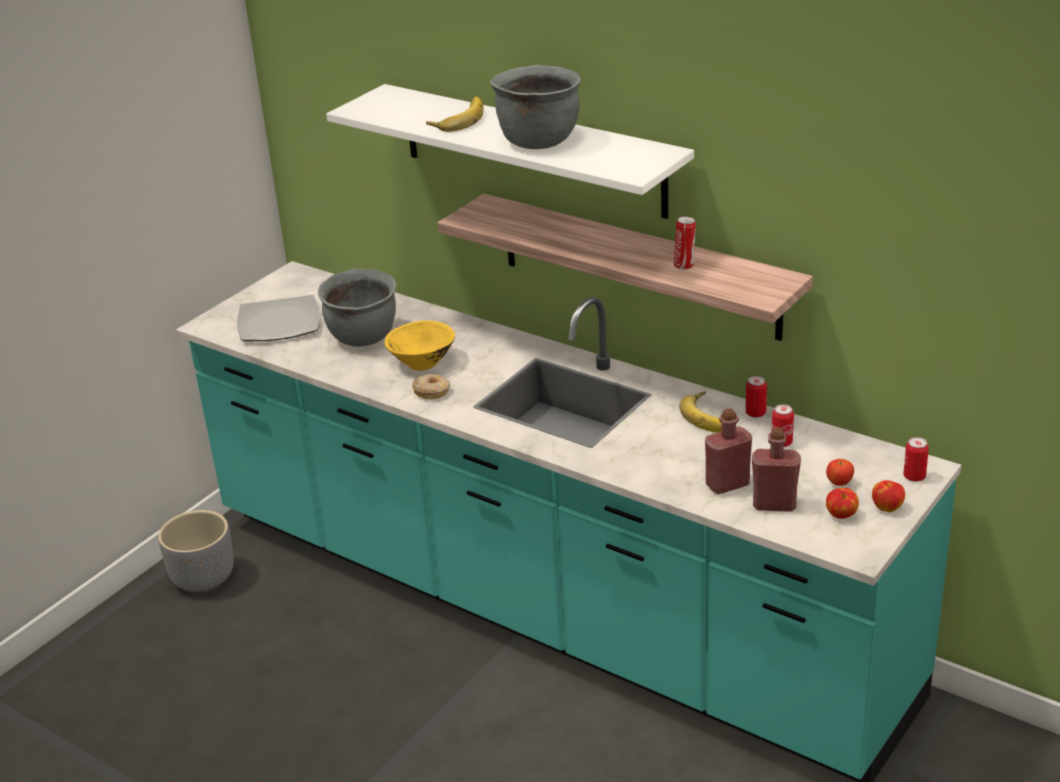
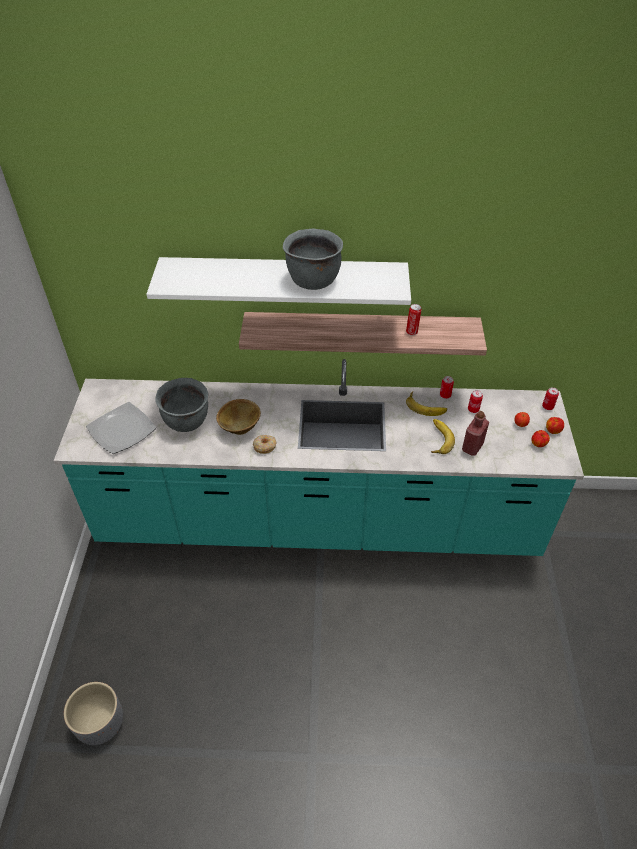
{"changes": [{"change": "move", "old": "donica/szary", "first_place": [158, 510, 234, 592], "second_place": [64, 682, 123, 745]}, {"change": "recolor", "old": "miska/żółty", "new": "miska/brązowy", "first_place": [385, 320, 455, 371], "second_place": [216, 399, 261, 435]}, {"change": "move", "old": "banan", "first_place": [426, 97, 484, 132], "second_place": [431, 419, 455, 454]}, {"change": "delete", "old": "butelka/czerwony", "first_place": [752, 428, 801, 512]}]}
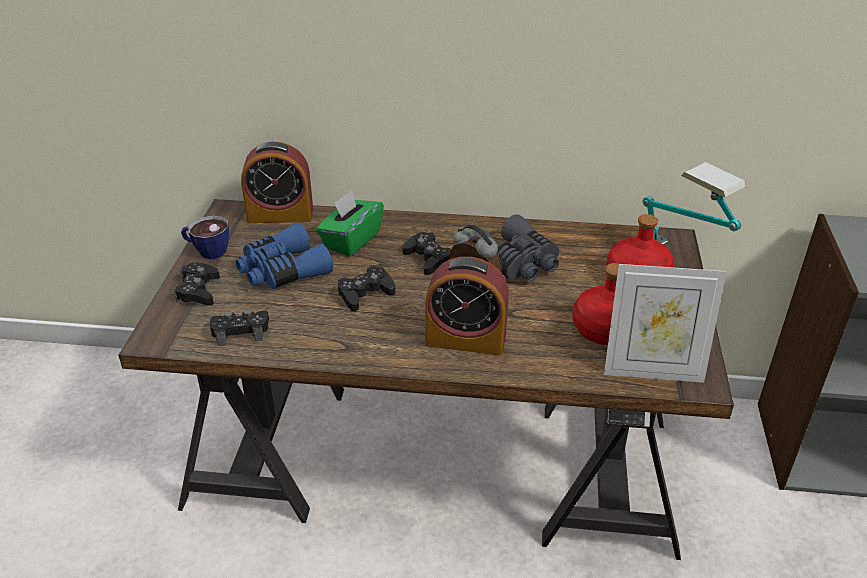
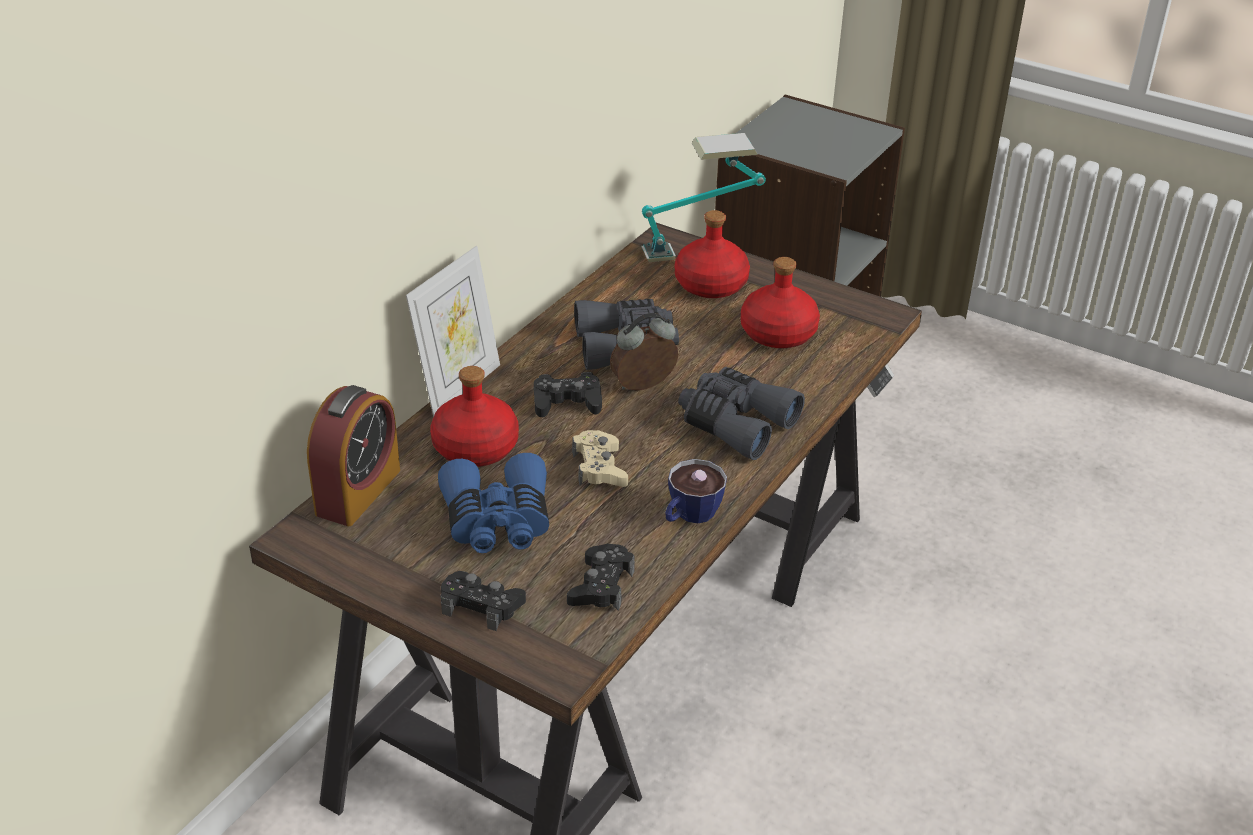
{"changes": [{"change": "move", "old": "ramka na zdjęcie", "first_place": [604, 264, 726, 383], "second_place": [406, 246, 500, 418]}, {"change": "replace", "old": "pudełko chusteczek/zielony", "new": "butelka/czerwony", "first_place": [316, 191, 384, 256], "second_place": [430, 366, 519, 467]}, {"change": "recolor", "old": "pad do gier/czarny", "new": "pad do gier/beżowy", "first_place": [338, 266, 395, 311], "second_place": [572, 430, 628, 487]}, {"change": "move", "old": "filiżanka", "first_place": [181, 216, 229, 259], "second_place": [665, 459, 727, 523]}, {"change": "replace", "old": "budzik", "new": "lornetka/szary", "first_place": [425, 257, 509, 355], "second_place": [678, 367, 805, 460]}]}
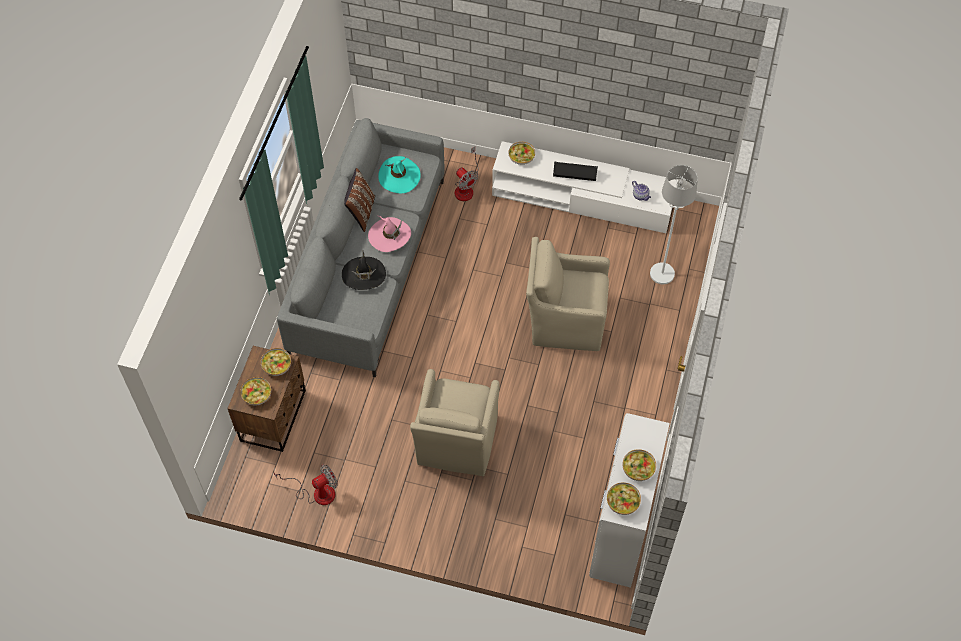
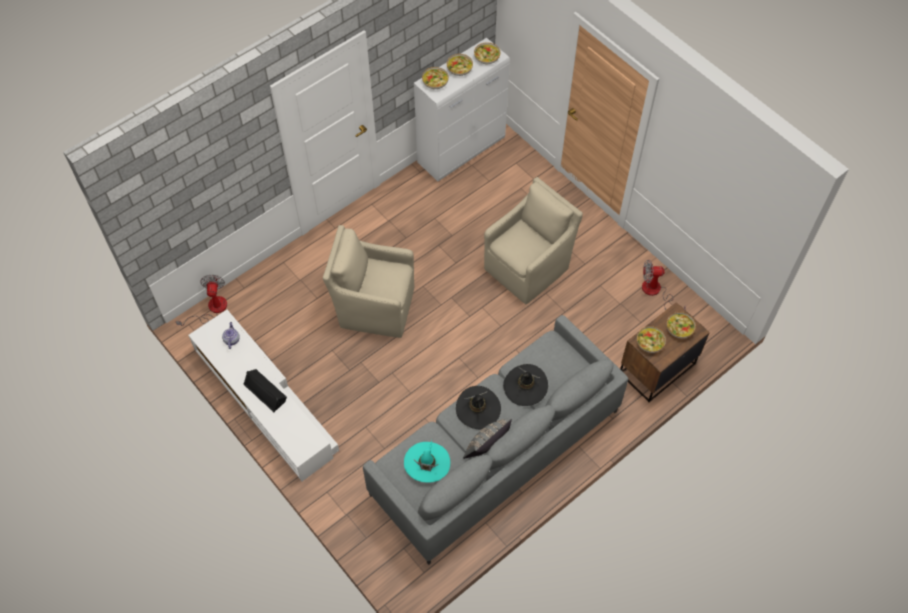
{"changes": [{"change": "move", "old": "wentylator", "first_place": [455, 147, 478, 201], "second_place": [175, 275, 227, 326]}, {"change": "rotate", "old": "fotel/beżowy", "first_place": [526, 237, 610, 351], "second_place": [323, 225, 414, 338], "degrees": 150}, {"change": "move", "old": "miska", "first_place": [508, 142, 535, 165], "second_place": [422, 67, 449, 89]}, {"change": "recolor", "old": "kapelusz/różowy", "new": "kapelusz/czarny", "first_place": [368, 216, 411, 252], "second_place": [456, 386, 501, 429]}, {"change": "recolor", "old": "poduszka/brązowy", "new": "poduszka/szary", "first_place": [344, 168, 375, 232], "second_place": [463, 419, 512, 459]}, {"change": "delete", "old": "lampa stojąca/biały", "first_place": [650, 165, 698, 284]}]}
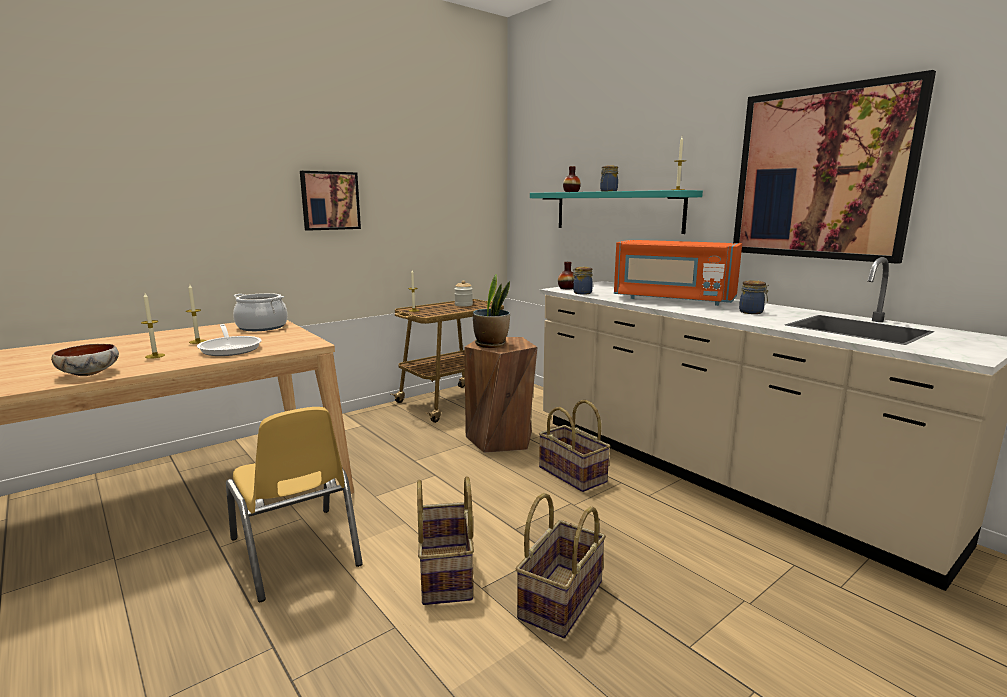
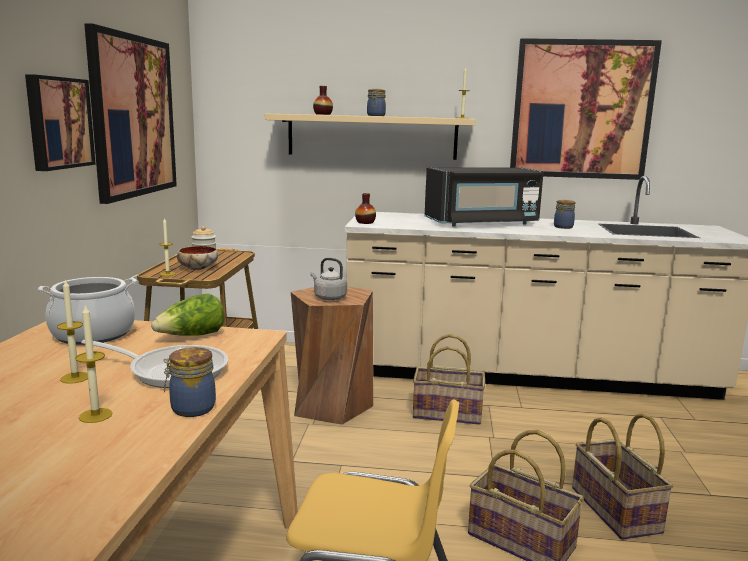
{"changes": [{"change": "insert", "new": "obraz", "second_place": [84, 23, 177, 204]}, {"change": "insert", "new": "sałata", "second_place": [151, 293, 224, 336]}, {"change": "move", "old": "słoik", "first_place": [572, 267, 593, 295], "second_place": [163, 347, 216, 417]}, {"change": "move", "old": "miska", "first_place": [51, 344, 119, 376], "second_place": [177, 246, 218, 270]}, {"change": "recolor", "old": "półka/turkusowy", "new": "półka/beżowy", "first_place": [530, 190, 703, 234], "second_place": [265, 114, 476, 160]}, {"change": "replace", "old": "roślina doniczkowa", "new": "czajnik/szary", "first_place": [473, 274, 510, 348], "second_place": [310, 258, 347, 300]}, {"change": "recolor", "old": "mikrofalówka/pomarańczowy", "new": "mikrofalówka/czarny", "first_place": [614, 240, 742, 306], "second_place": [425, 167, 544, 227]}]}
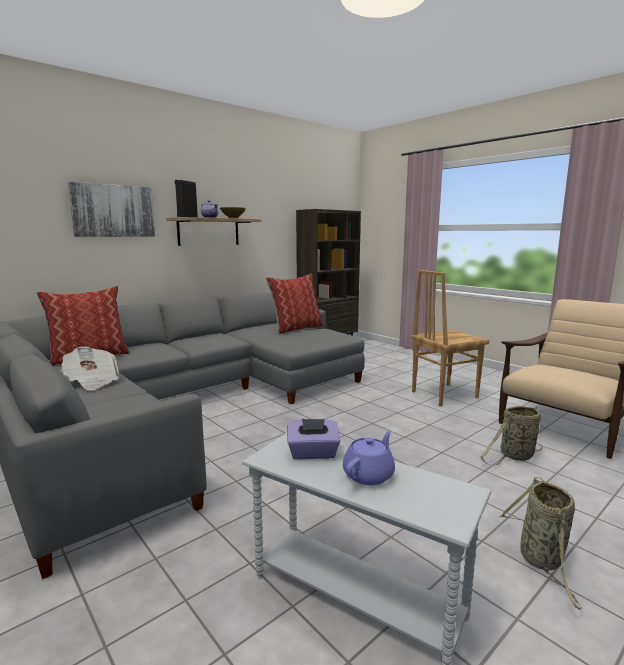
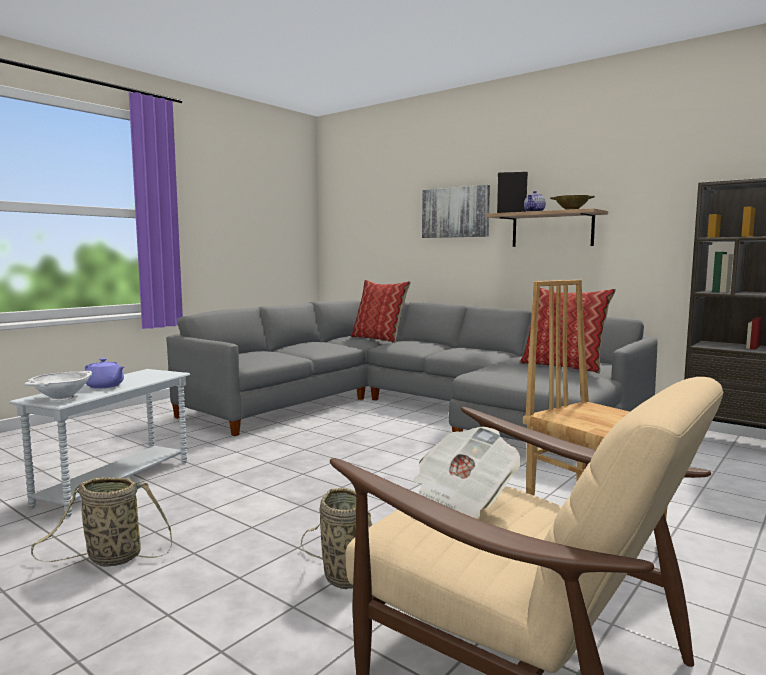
{"changes": [{"change": "insert", "new": "miska/biały", "second_place": [24, 371, 92, 401]}, {"change": "move", "old": "gazeta", "first_place": [61, 347, 119, 390], "second_place": [413, 427, 521, 519]}, {"change": "delete", "old": "pudełko chusteczek/fioletowy", "first_place": [287, 419, 340, 460]}]}
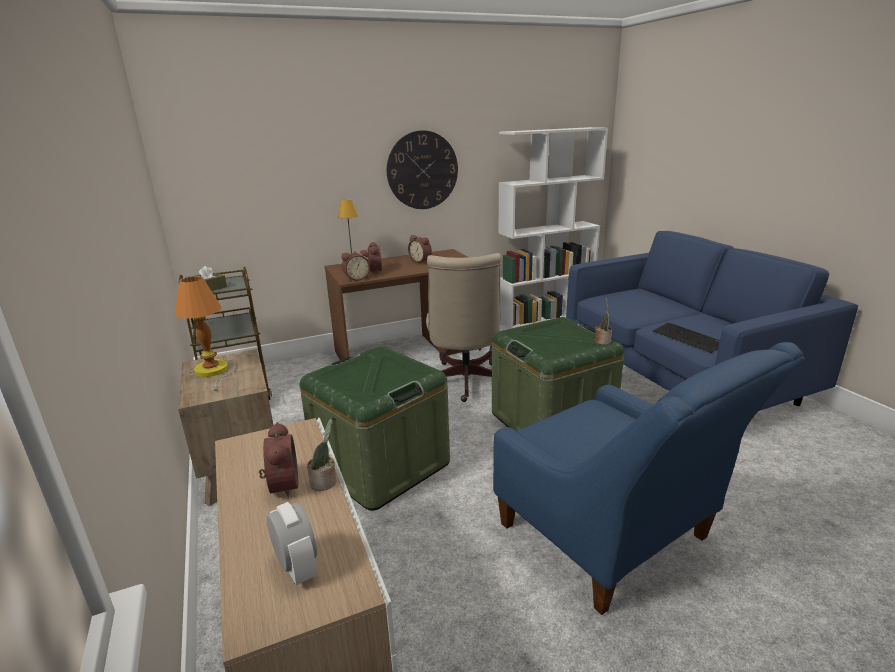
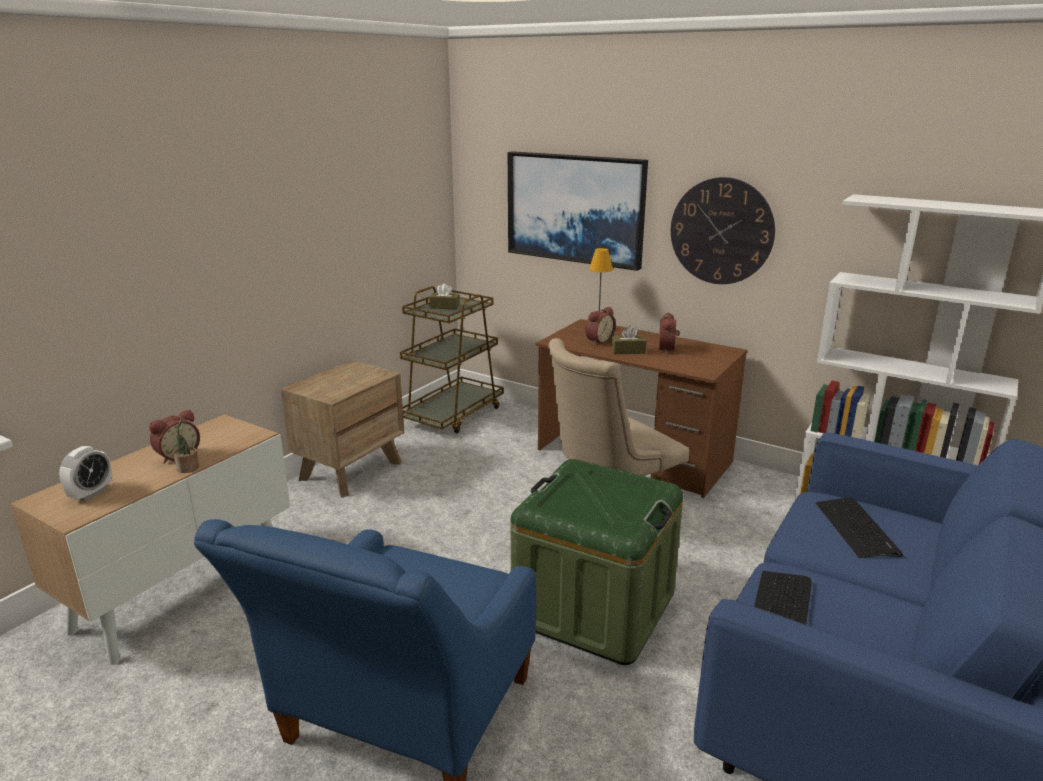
{"changes": [{"change": "insert", "new": "obraz", "second_place": [508, 151, 648, 271]}, {"change": "insert", "new": "pudełko chusteczek/brązowy", "second_place": [611, 326, 647, 354]}, {"change": "insert", "new": "klawiatura", "second_place": [816, 497, 903, 558]}, {"change": "delete", "old": "lampa stołowa", "first_place": [175, 276, 236, 391]}, {"change": "delete", "old": "pojemnik do przechowywania/zielony", "first_place": [300, 346, 450, 511]}, {"change": "delete", "old": "budzik", "first_place": [342, 250, 370, 281]}, {"change": "delete", "old": "roślina doniczkowa", "first_place": [595, 297, 612, 345]}]}
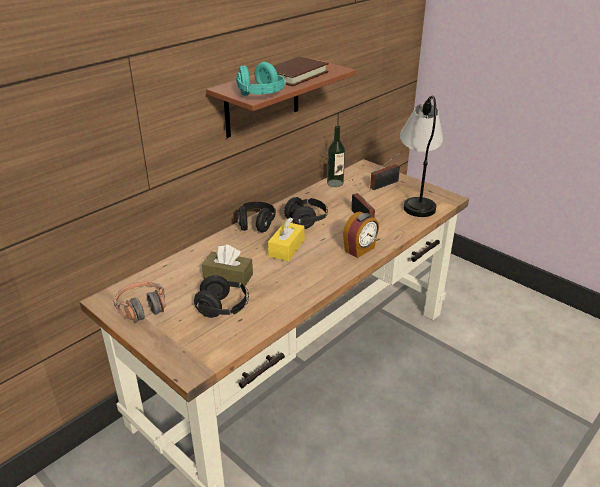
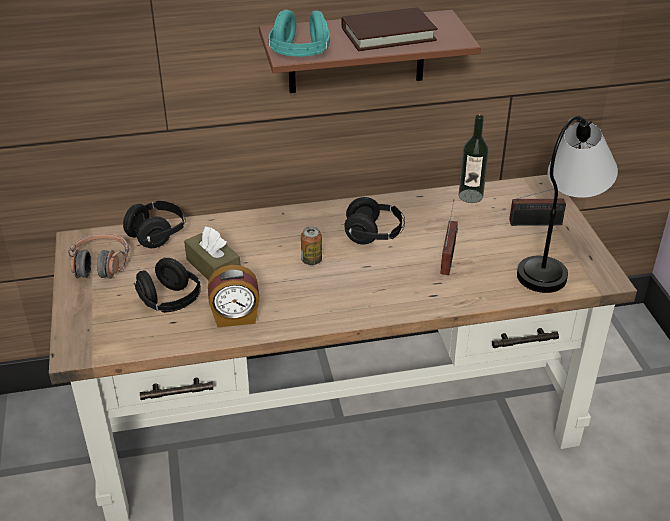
{"changes": [{"change": "move", "old": "słuchawki/czarny", "first_place": [237, 202, 276, 232], "second_place": [123, 201, 186, 248]}, {"change": "move", "old": "budzik", "first_place": [343, 212, 379, 258], "second_place": [208, 265, 260, 327]}, {"change": "replace", "old": "pudełko chusteczek/żółty", "new": "puszka", "first_place": [268, 217, 304, 262], "second_place": [301, 226, 322, 265]}]}
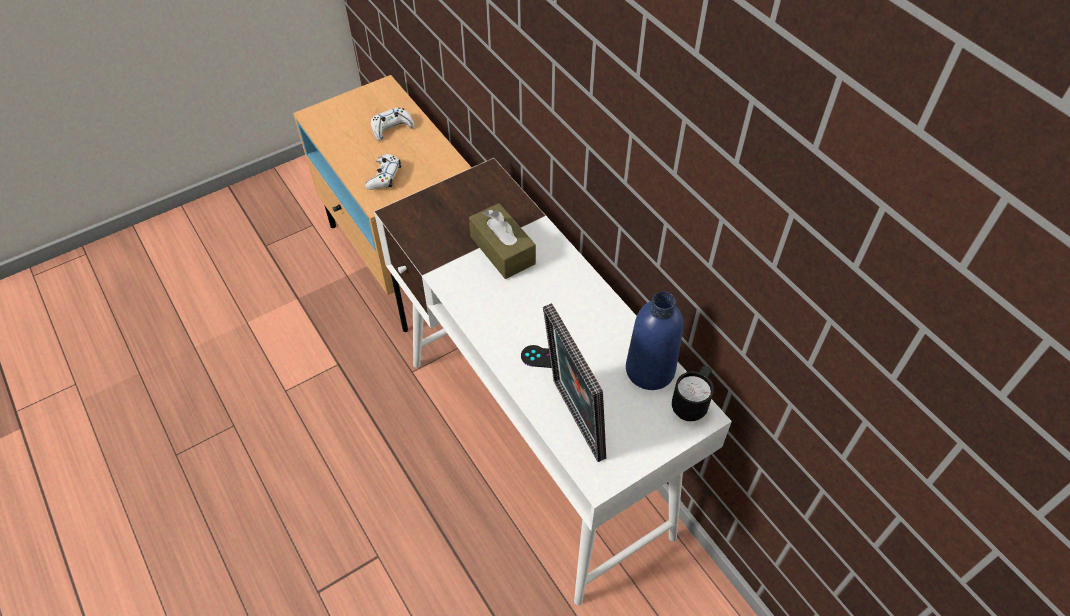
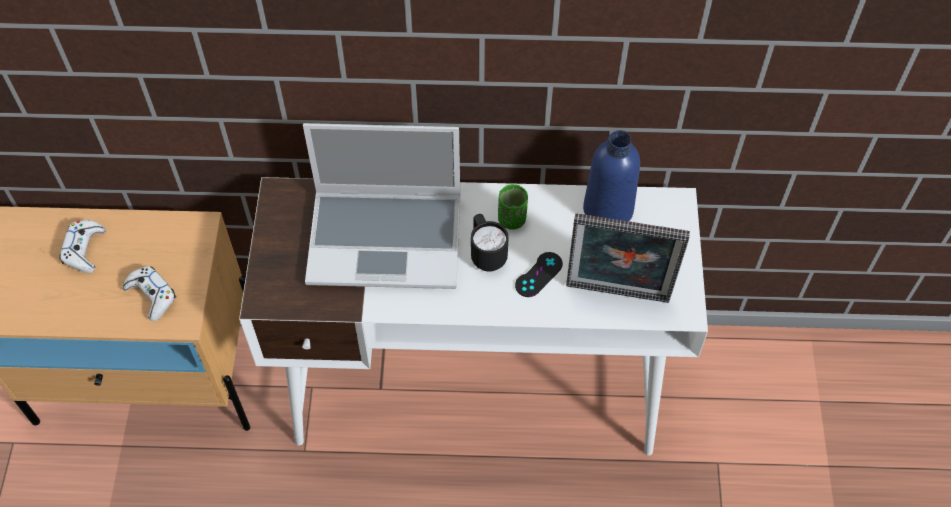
{"changes": [{"change": "replace", "old": "pudełko chusteczek/brązowy", "new": "laptop", "first_place": [469, 203, 536, 279], "second_place": [303, 123, 460, 289]}, {"change": "move", "old": "kubek/czarny", "first_place": [672, 365, 714, 421], "second_place": [471, 214, 509, 272]}, {"change": "insert", "new": "filiżanka/zielony", "second_place": [498, 184, 528, 230]}]}
